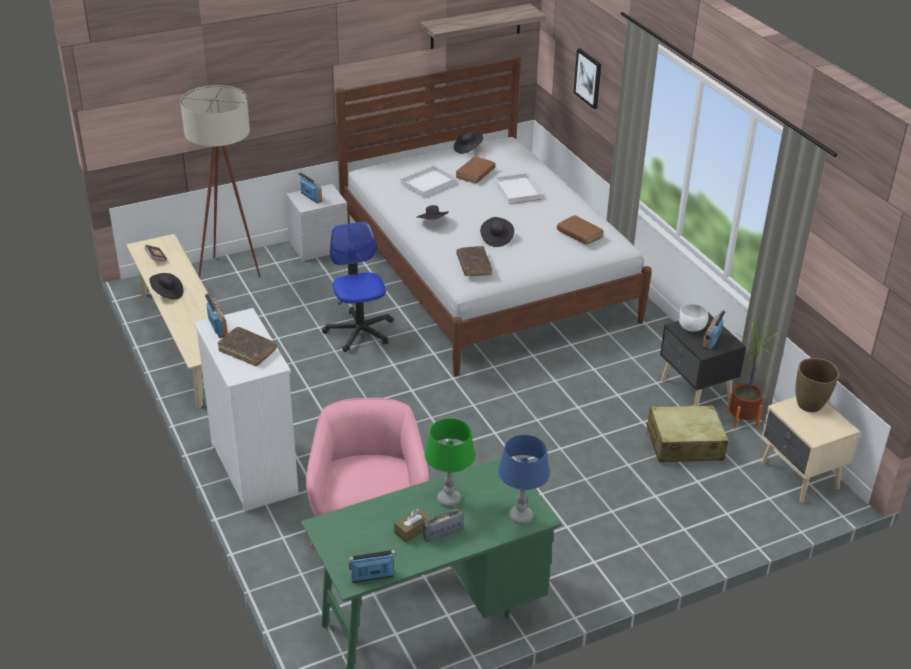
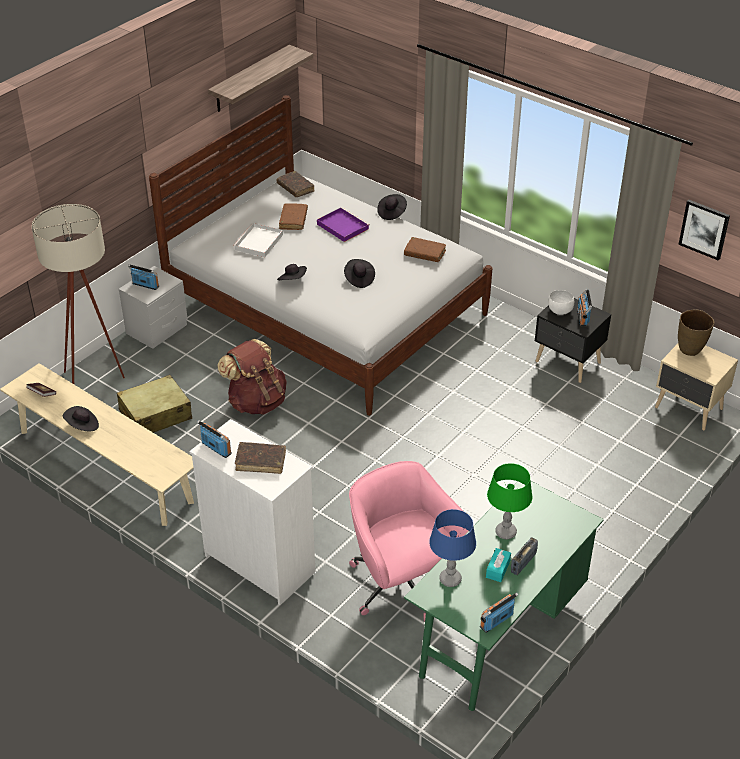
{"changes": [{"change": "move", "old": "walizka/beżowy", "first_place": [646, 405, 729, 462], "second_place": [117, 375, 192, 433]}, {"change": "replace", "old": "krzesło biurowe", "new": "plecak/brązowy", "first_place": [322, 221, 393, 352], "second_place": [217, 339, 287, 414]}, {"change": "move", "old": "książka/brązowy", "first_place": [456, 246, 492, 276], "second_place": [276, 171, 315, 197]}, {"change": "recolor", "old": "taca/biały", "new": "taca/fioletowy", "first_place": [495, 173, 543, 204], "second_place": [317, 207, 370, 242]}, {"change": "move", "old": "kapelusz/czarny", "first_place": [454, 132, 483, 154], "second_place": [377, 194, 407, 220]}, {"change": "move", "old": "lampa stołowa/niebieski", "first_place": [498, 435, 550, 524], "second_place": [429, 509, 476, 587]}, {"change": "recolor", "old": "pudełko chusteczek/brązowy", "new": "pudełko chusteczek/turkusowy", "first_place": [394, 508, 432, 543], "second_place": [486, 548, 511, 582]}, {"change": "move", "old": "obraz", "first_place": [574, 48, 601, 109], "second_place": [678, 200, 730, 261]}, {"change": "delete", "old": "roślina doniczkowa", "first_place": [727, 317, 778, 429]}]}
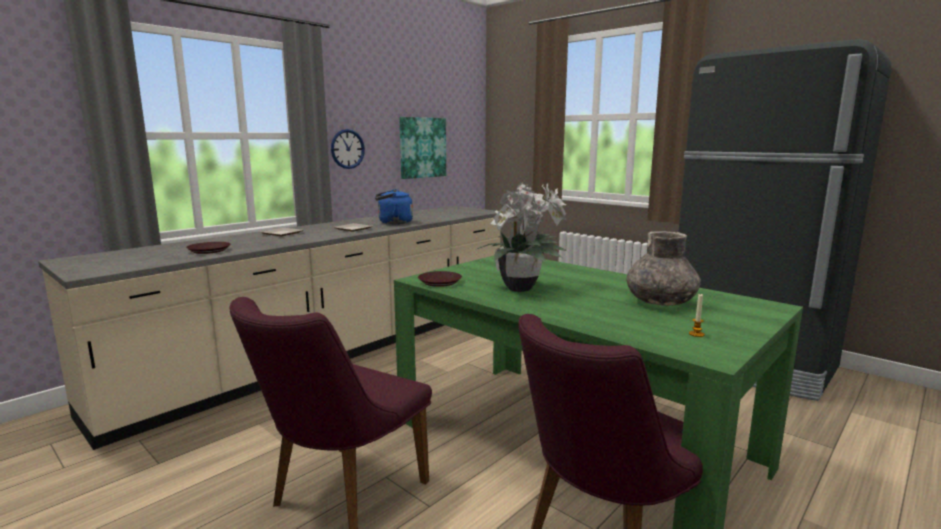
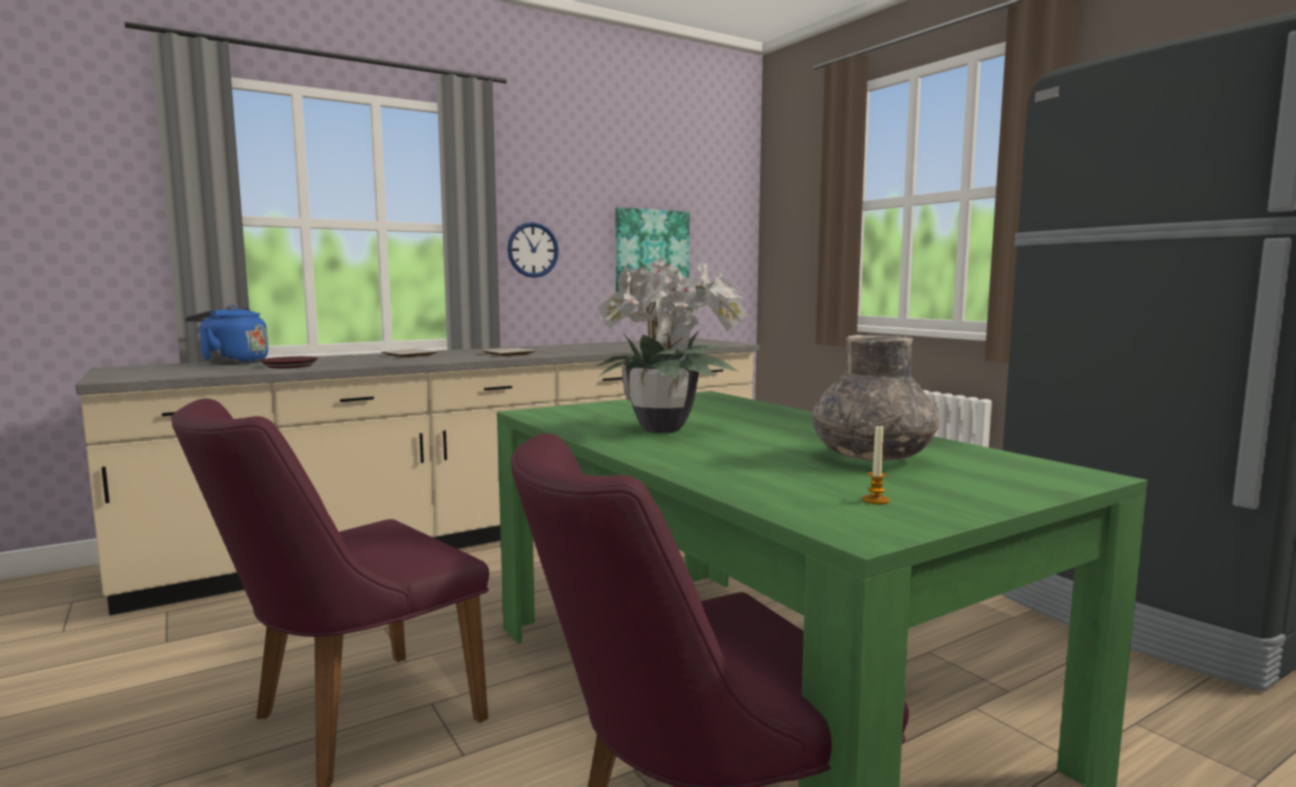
{"changes": [{"change": "move", "old": "czajnik/niebieski", "first_place": [375, 189, 413, 224], "second_place": [185, 305, 268, 365]}, {"change": "delete", "old": "talerz/brązowy", "first_place": [418, 271, 462, 287]}]}
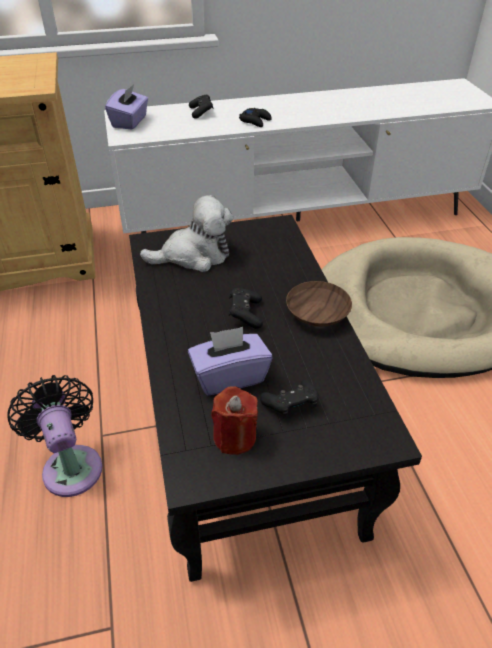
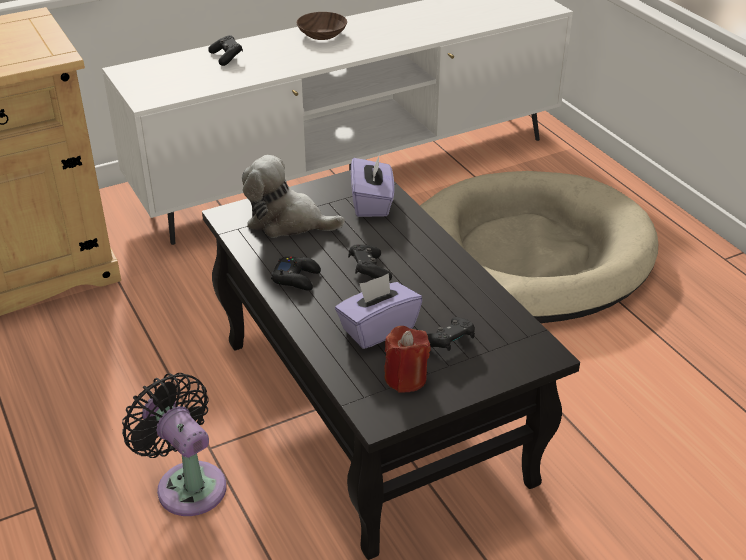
{"changes": [{"change": "rotate", "old": "pluszak", "first_place": [140, 195, 233, 272], "second_place": [242, 155, 345, 238], "degrees": -135}, {"change": "move", "old": "pad do gier/czarny", "first_place": [239, 108, 272, 127], "second_place": [271, 257, 321, 290]}, {"change": "move", "old": "miska/brązowy", "first_place": [286, 281, 352, 327], "second_place": [296, 12, 347, 40]}, {"change": "move", "old": "pudełko chusteczek/fioletowy", "first_place": [105, 84, 148, 130], "second_place": [351, 154, 394, 217]}]}
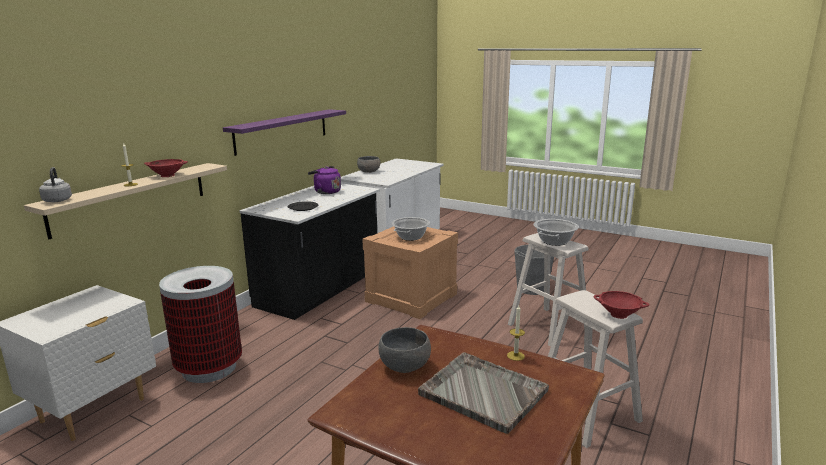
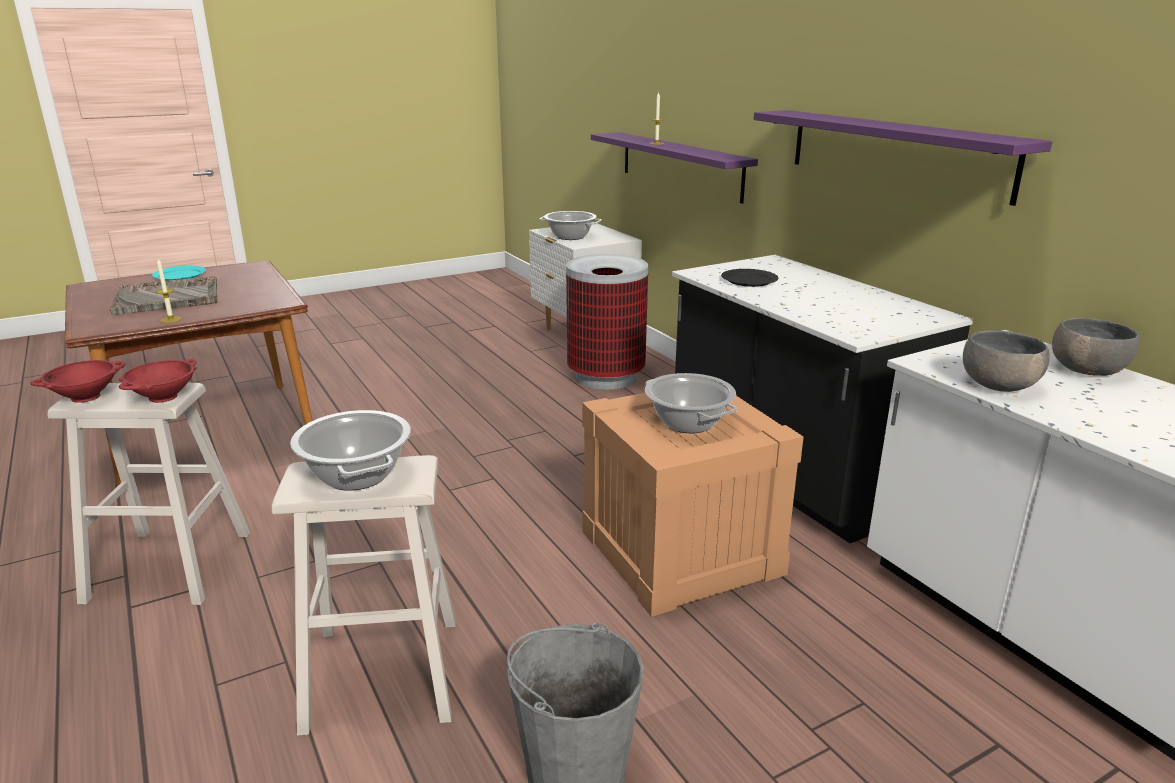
{"changes": [{"change": "move", "old": "miska/czerwony", "first_place": [144, 159, 188, 177], "second_place": [118, 359, 197, 403]}, {"change": "insert", "new": "talerz/turkusowy", "second_place": [152, 266, 206, 281]}, {"change": "insert", "new": "garnek", "second_place": [539, 211, 602, 240]}, {"change": "recolor", "old": "półka/beżowy", "new": "półka/fioletowy", "first_place": [24, 163, 227, 239], "second_place": [591, 132, 758, 204]}, {"change": "move", "old": "miska/szary", "first_place": [378, 327, 431, 373], "second_place": [963, 330, 1050, 392]}, {"change": "delete", "old": "czajnik/szary", "first_place": [39, 167, 72, 202]}, {"change": "delete", "old": "czajnik/fioletowy", "first_place": [308, 166, 341, 194]}]}
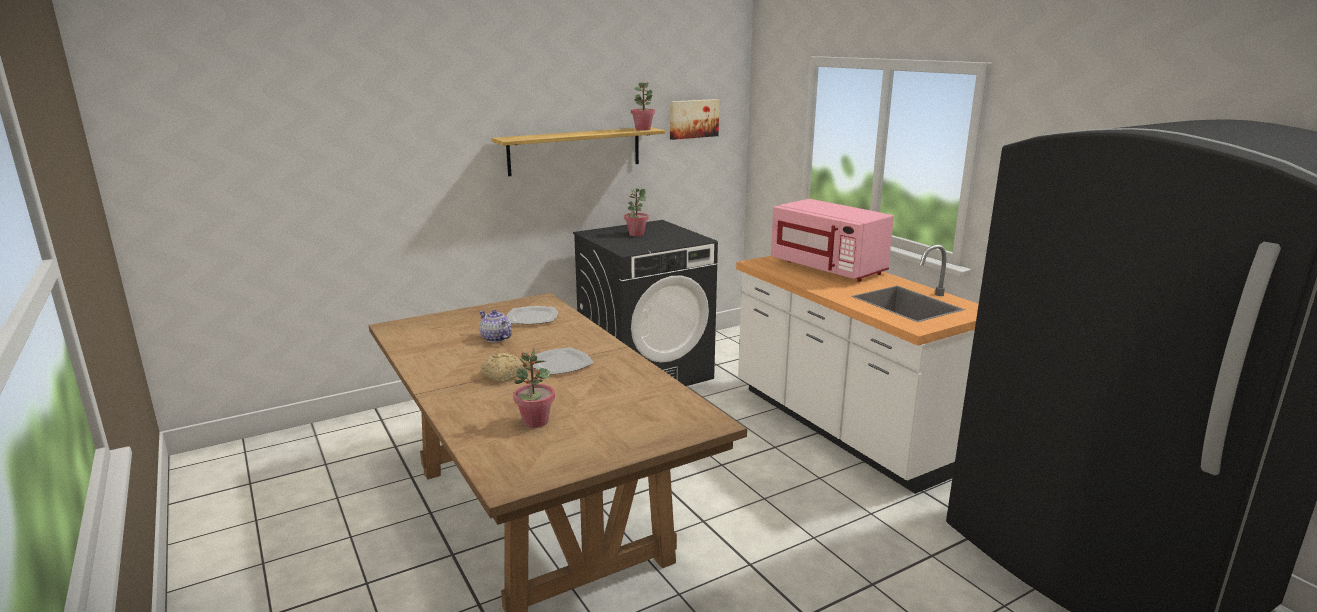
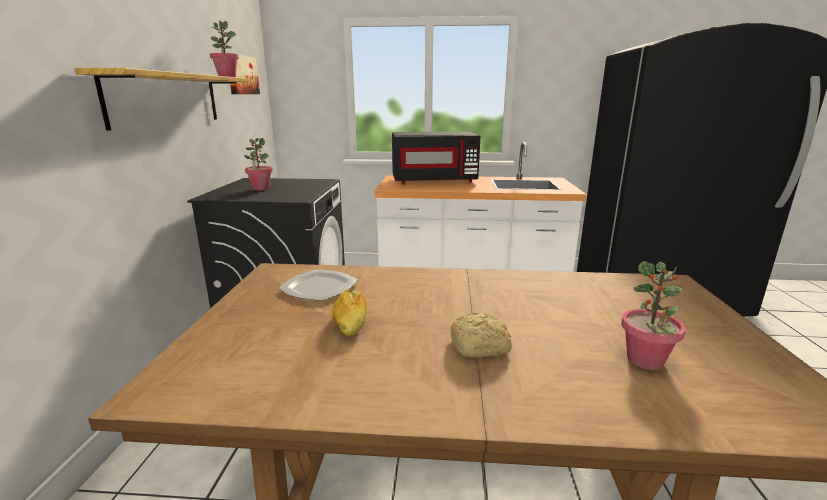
{"changes": [{"change": "replace", "old": "imbryk", "new": "chleb", "first_place": [479, 310, 512, 343], "second_place": [332, 290, 367, 336]}, {"change": "recolor", "old": "mikrofalówka/różowy", "new": "mikrofalówka/czarny", "first_place": [771, 199, 894, 282], "second_place": [392, 132, 481, 184]}, {"change": "delete", "old": "talerz", "first_place": [529, 347, 593, 375]}]}
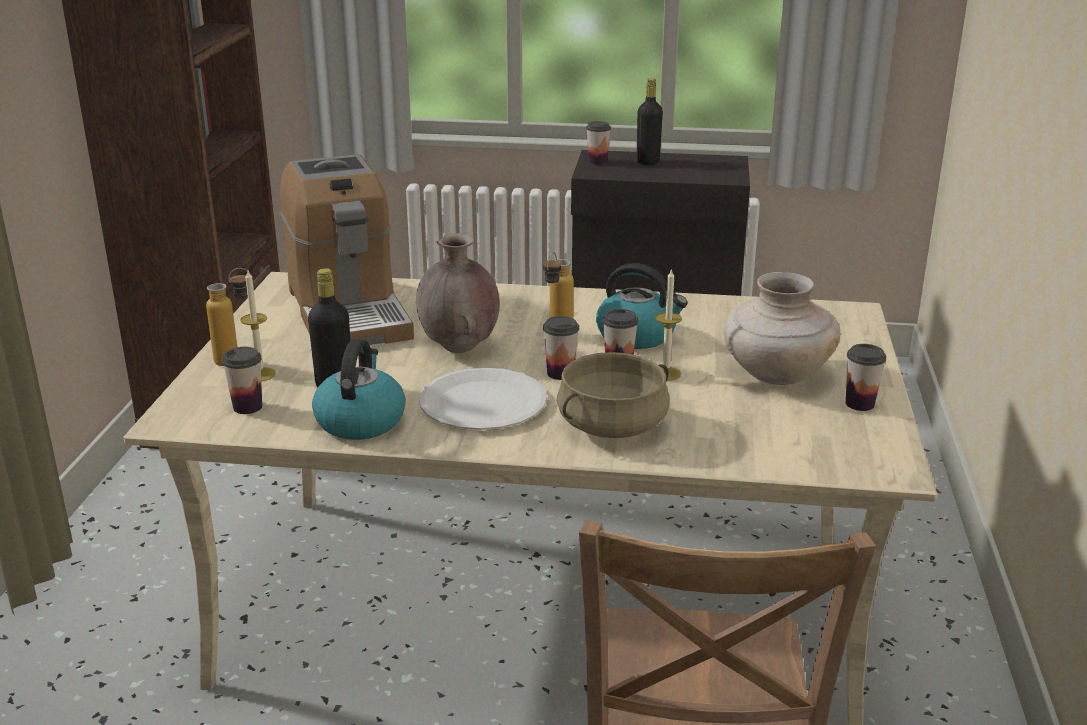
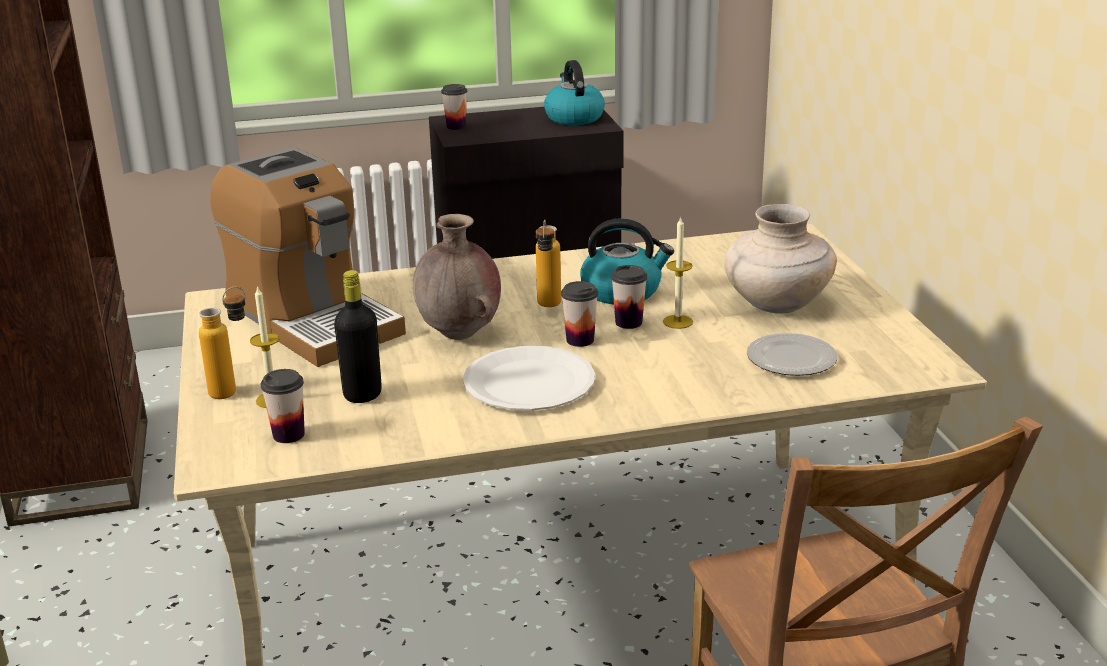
{"changes": [{"change": "move", "old": "czajnik", "first_place": [312, 339, 406, 440], "second_place": [544, 60, 605, 125]}, {"change": "insert", "new": "talerz", "second_place": [747, 333, 838, 376]}, {"change": "delete", "old": "garnek/beżowy", "first_place": [556, 352, 670, 438]}, {"change": "delete", "old": "butelka/czarny", "first_place": [637, 78, 663, 165]}, {"change": "delete", "old": "filiżanka", "first_place": [846, 344, 886, 411]}]}
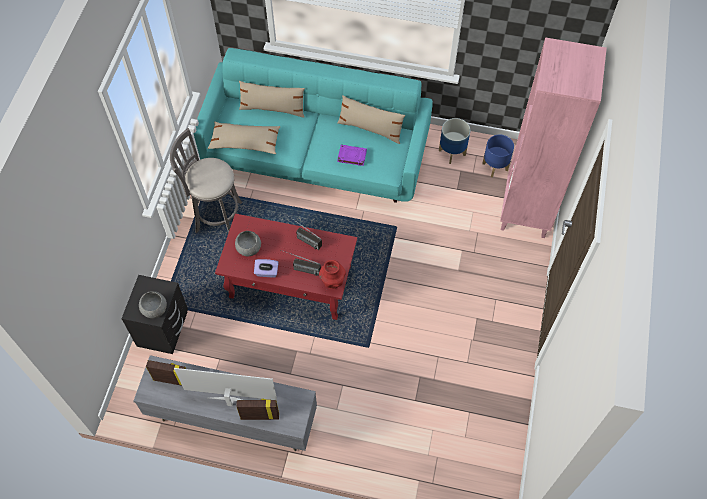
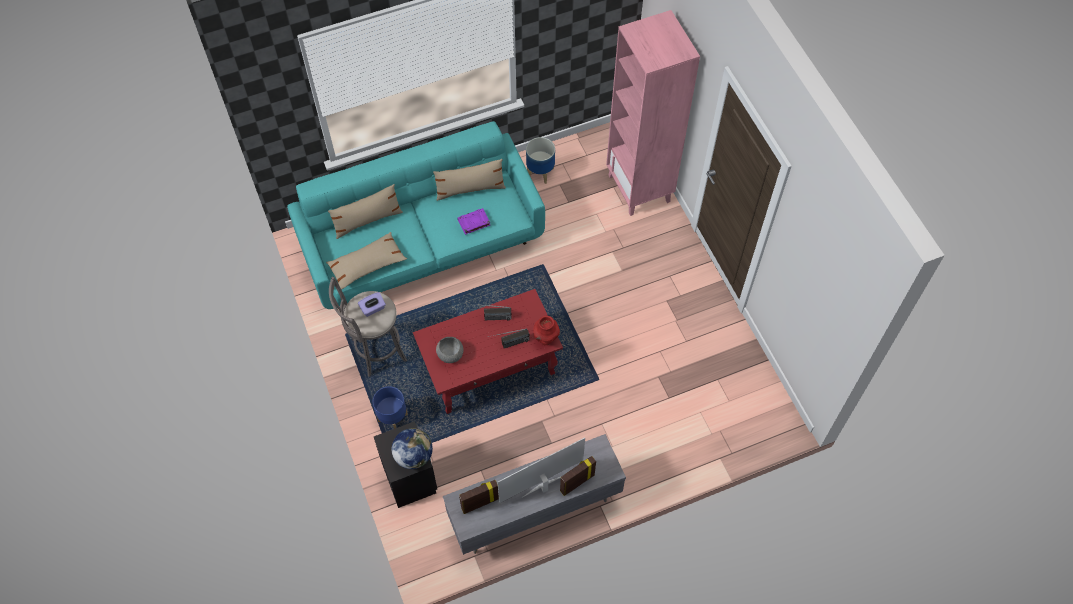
{"changes": [{"change": "move", "old": "pudełko chusteczek/fioletowy", "first_place": [254, 259, 279, 278], "second_place": [358, 292, 386, 317]}, {"change": "move", "old": "donica/niebieski", "first_place": [482, 134, 514, 177], "second_place": [373, 386, 408, 429]}, {"change": "replace", "old": "miska/szary", "new": "globus", "first_place": [139, 291, 167, 318], "second_place": [392, 428, 433, 469]}]}
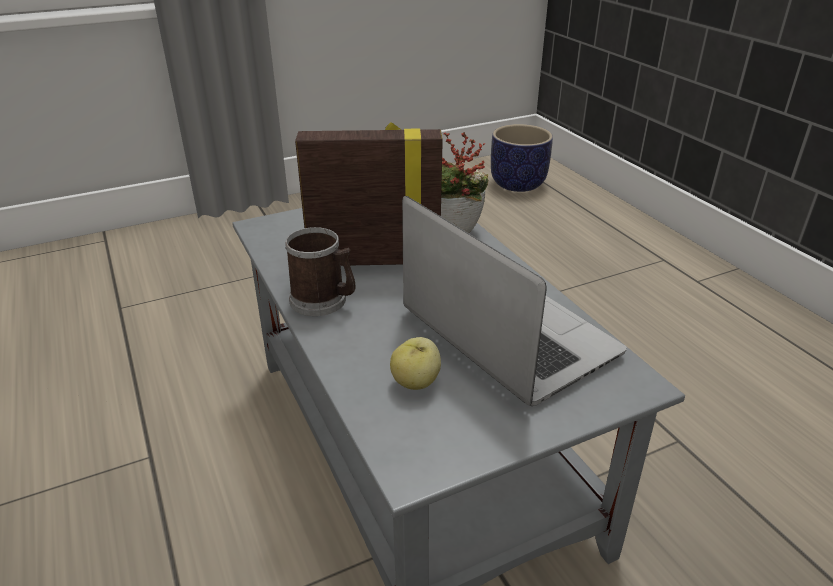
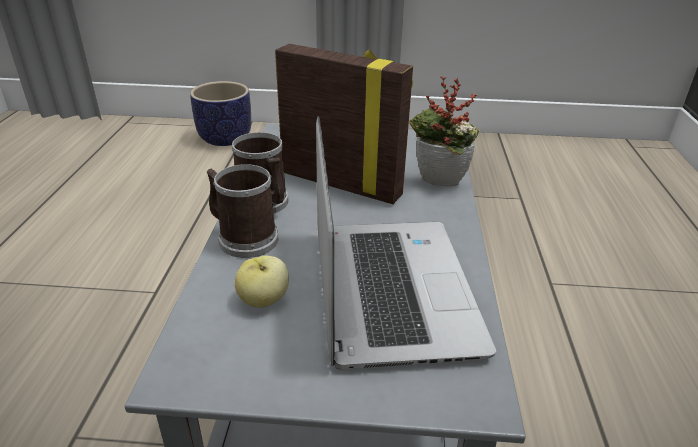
{"changes": [{"change": "move", "old": "donica", "first_place": [491, 124, 553, 192], "second_place": [190, 81, 251, 146]}, {"change": "insert", "new": "kubek", "second_place": [207, 164, 278, 258]}]}
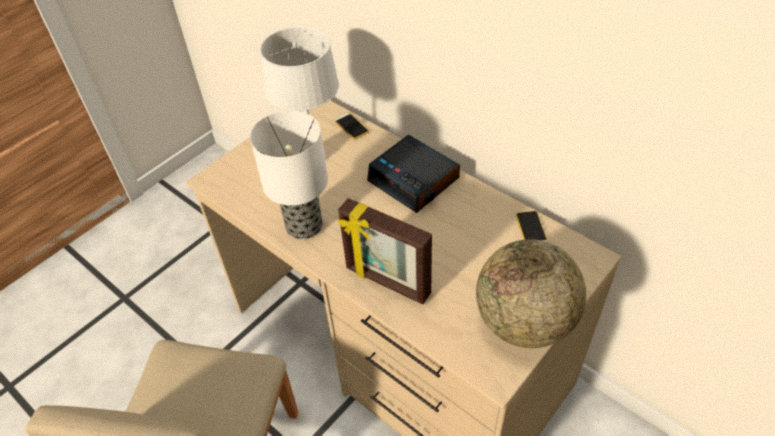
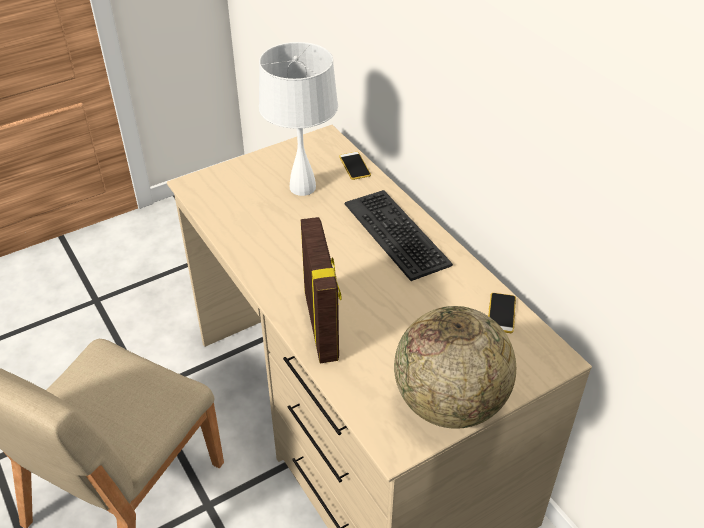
{"changes": [{"change": "rotate", "old": "ramka na zdjęcie", "first_place": [338, 198, 432, 304], "second_place": [301, 217, 342, 363], "degrees": -150}, {"change": "replace", "old": "budzik", "new": "klawiatura", "first_place": [367, 135, 460, 213], "second_place": [344, 190, 453, 281]}, {"change": "delete", "old": "lampa stołowa", "first_place": [250, 111, 328, 239]}]}
